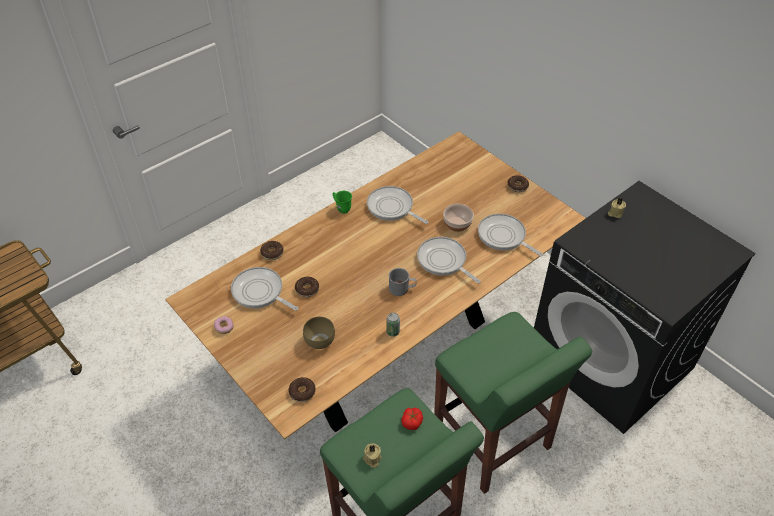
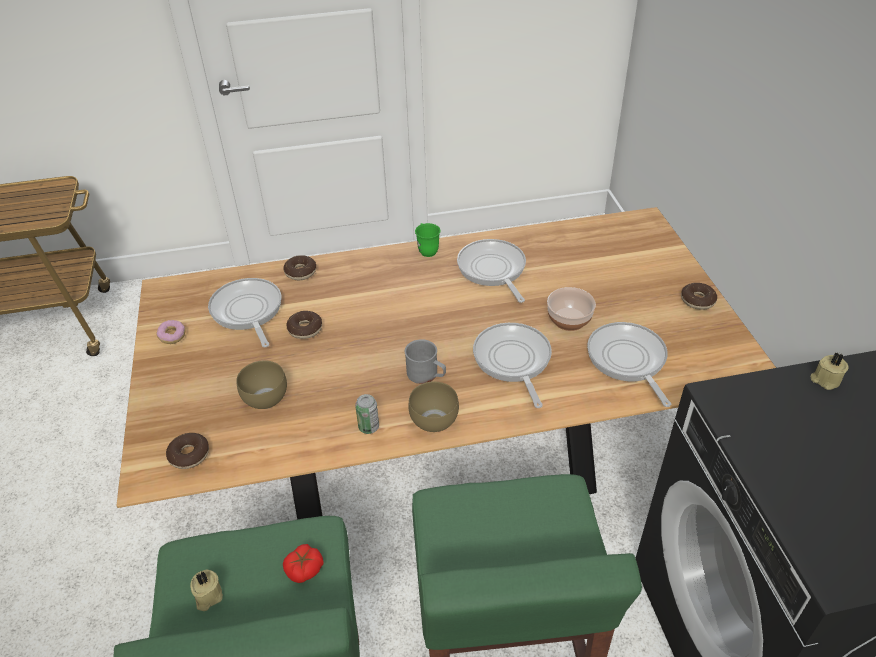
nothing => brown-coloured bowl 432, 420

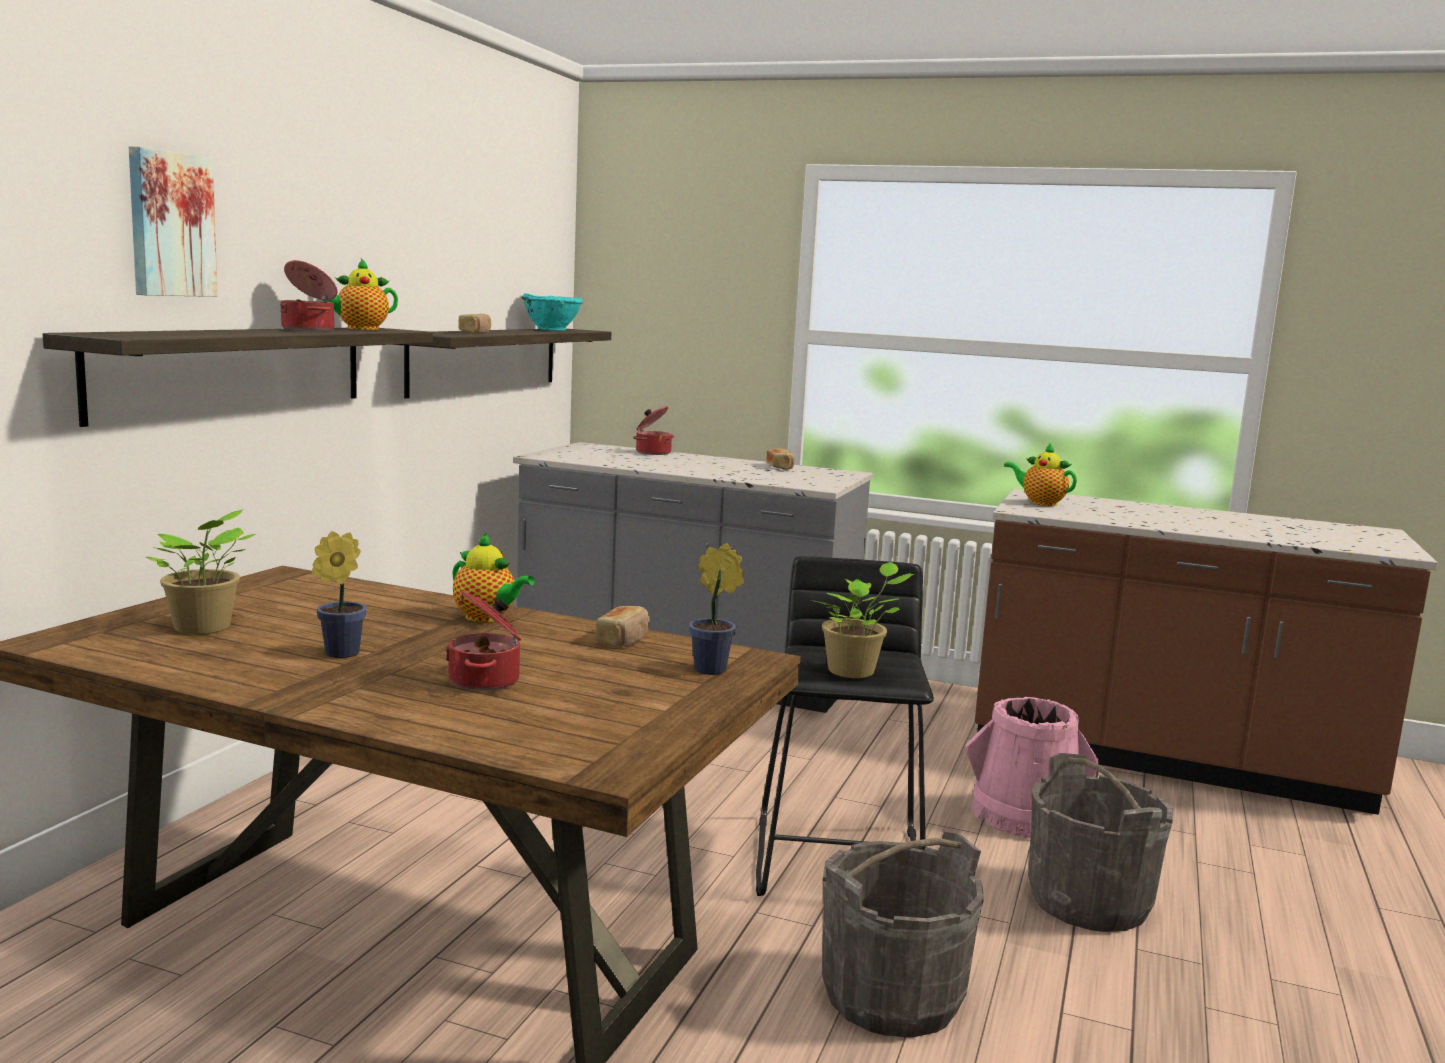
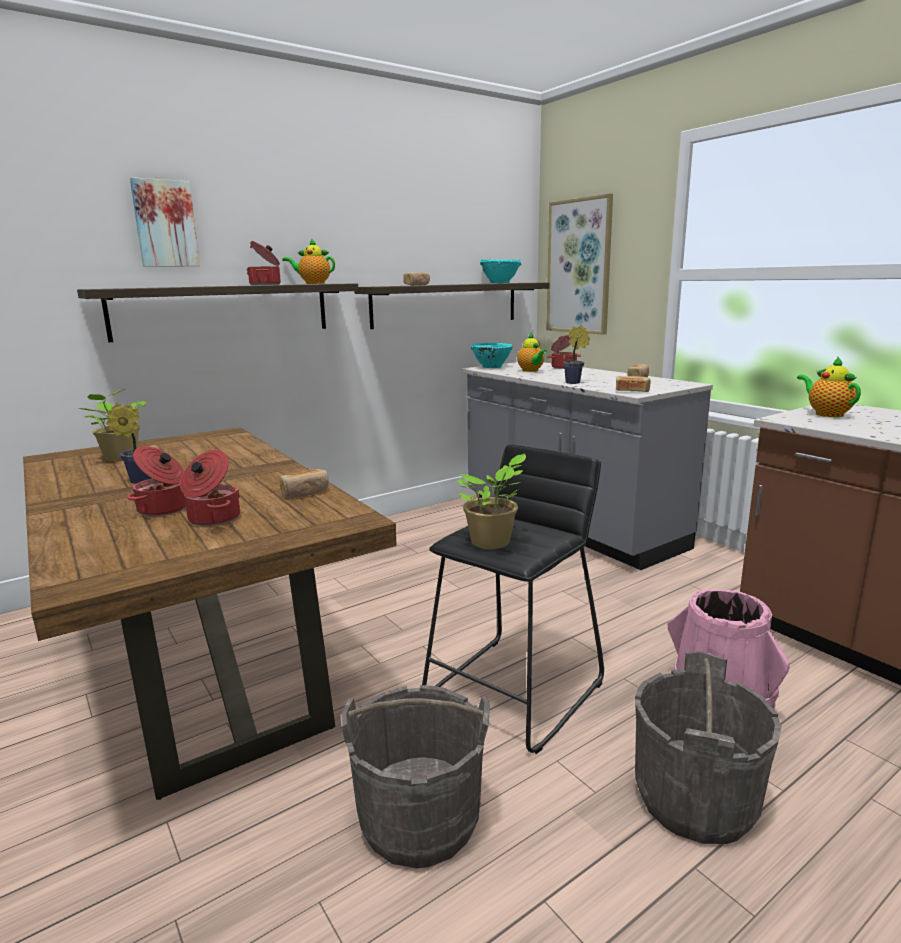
nothing => stockpot 212, 518
nothing => blue-green bowl 491, 367
nothing => wall art 579, 267
nothing => bakery bread 632, 391
tea pot 487, 618 => tea pot 531, 371, shifted
potted plant 714, 670 => potted plant 574, 383, shifted

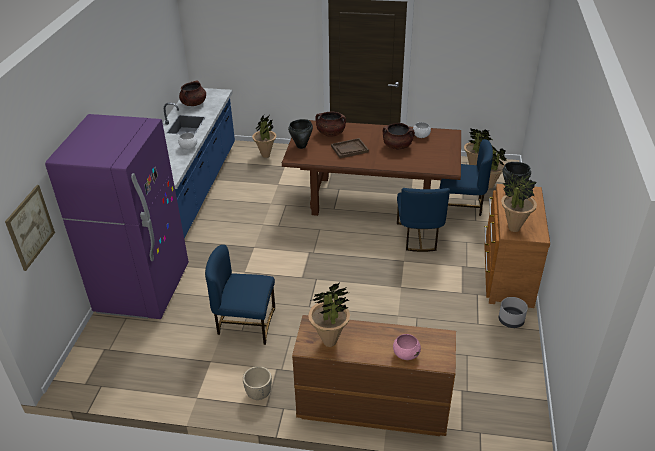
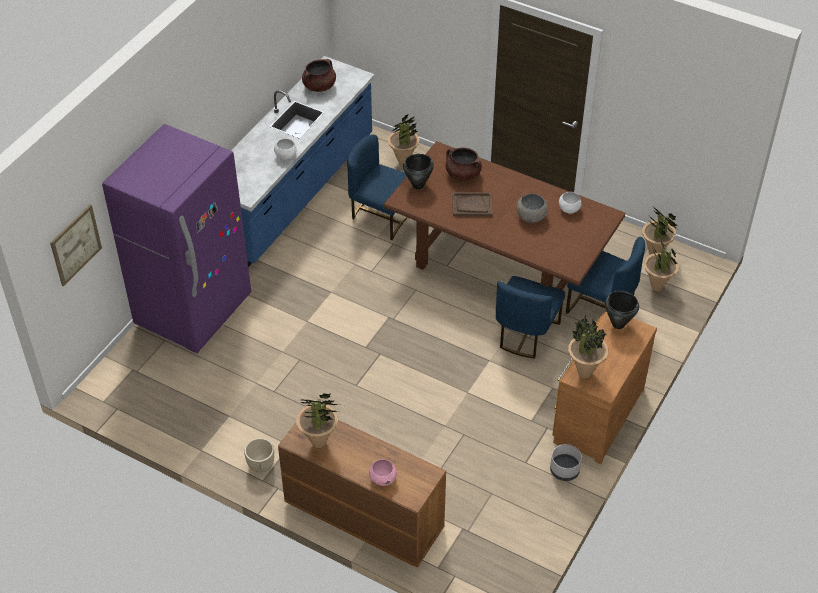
blue-coloured upright chair 245, 323 => blue-coloured upright chair 381, 216, shifted
brown-coloured stockpot 397, 146 => greyish bowl 531, 217

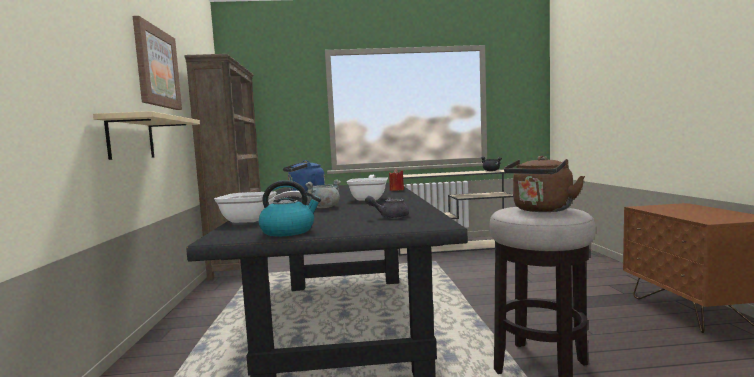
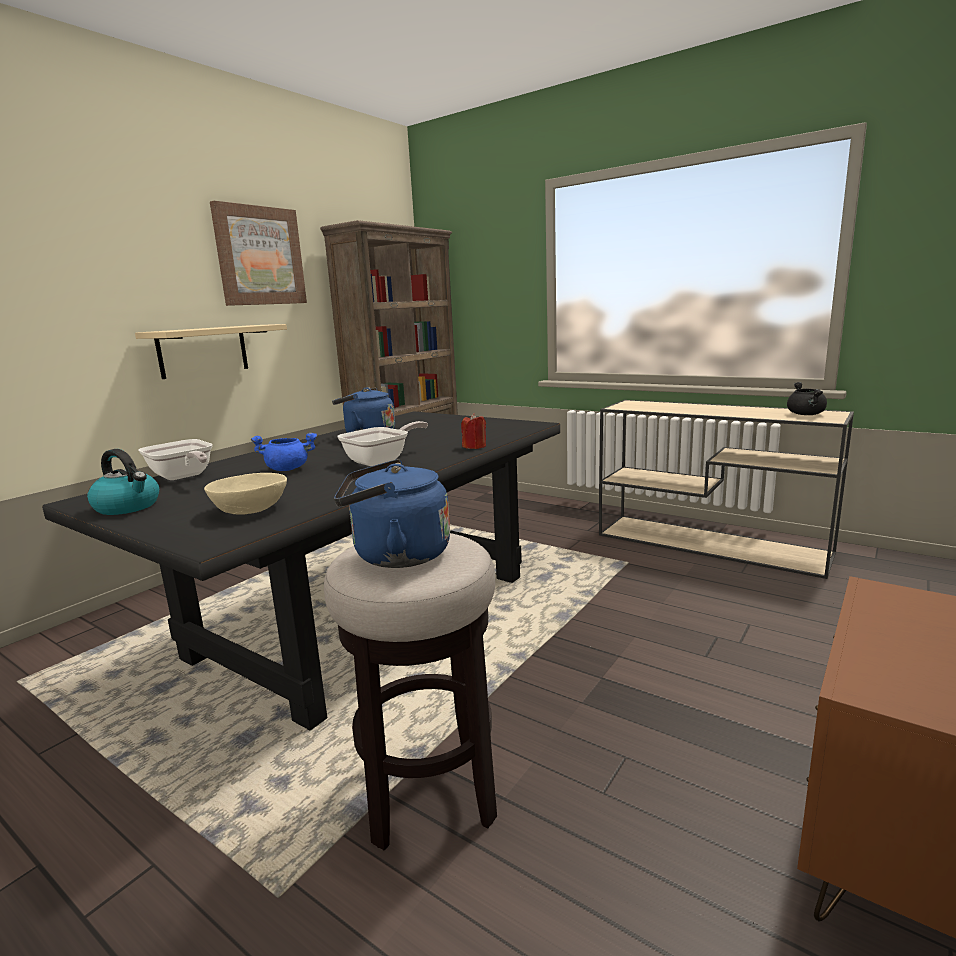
greyish tea pot 390, 217 => beige bowl 250, 509
greyish stockpot 323, 207 => blue-coloured stockpot 288, 469
brown-coloured tea kettle 541, 210 => blue-coloured tea kettle 395, 556

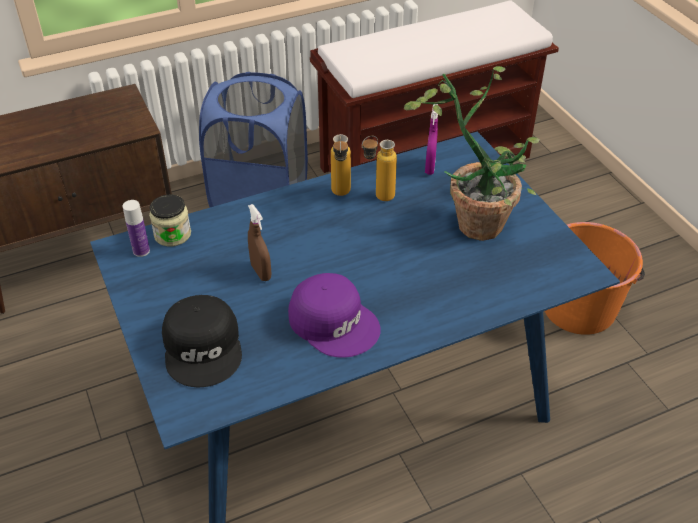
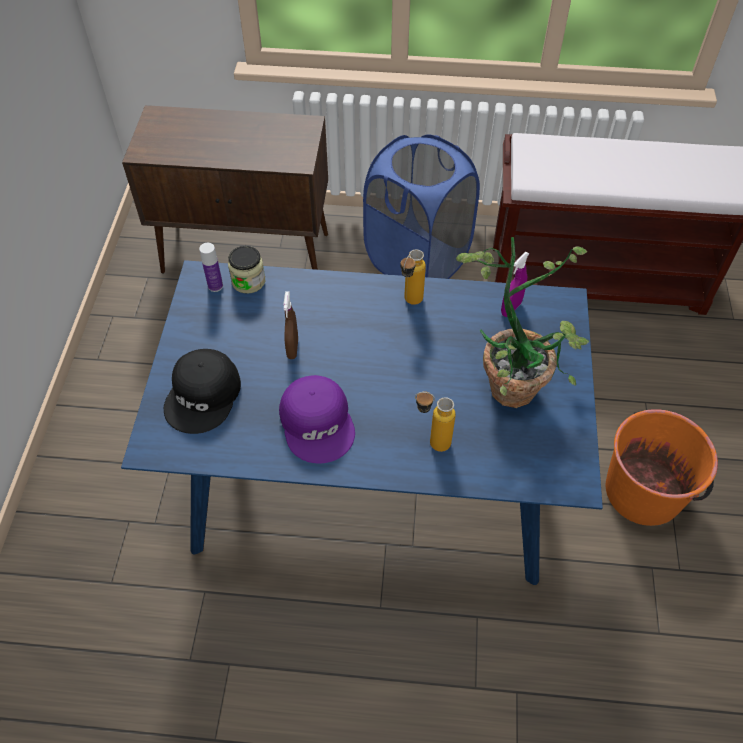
bottle 377, 198 => bottle 431, 442, shifted

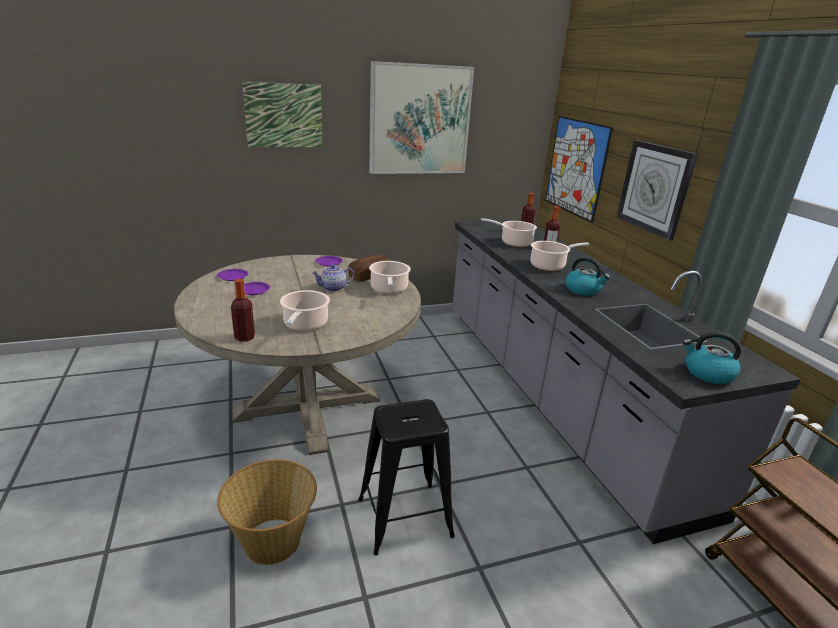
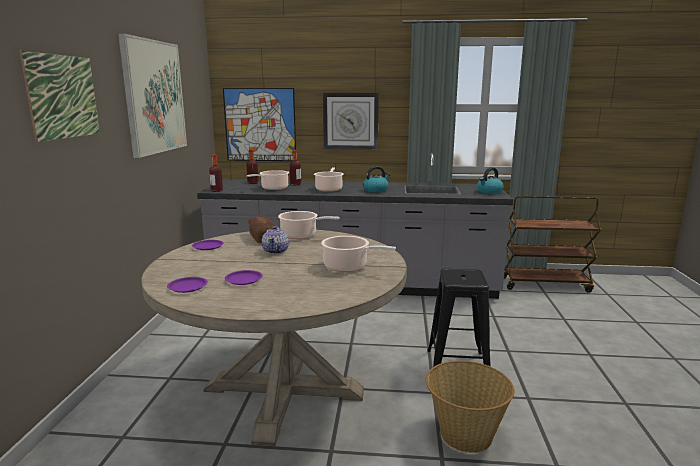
bottle 244, 337 => bottle 216, 191, shifted

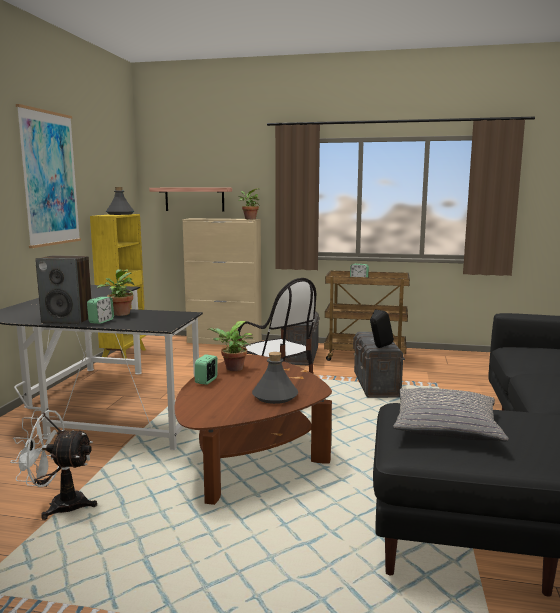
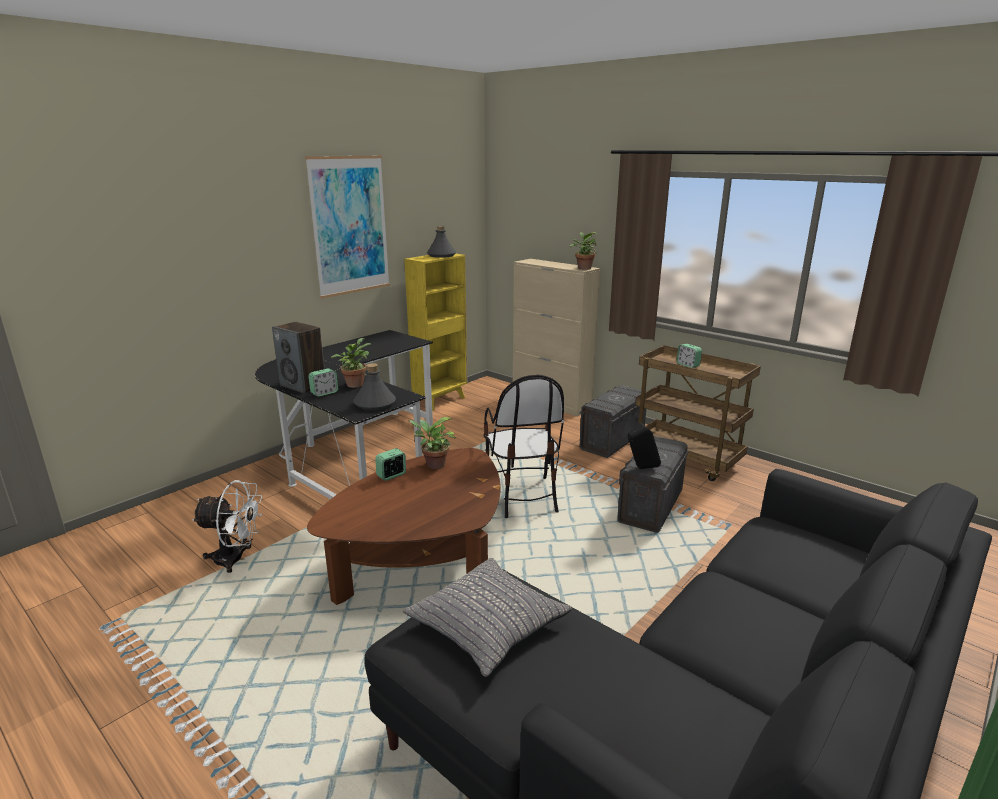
shelf 194, 199 => nothing
greyish bottle 274, 396 => greyish bottle 374, 404, shifted
white-coloured electric fan 59, 505 => white-coloured electric fan 236, 559, 150 degrees clockwise

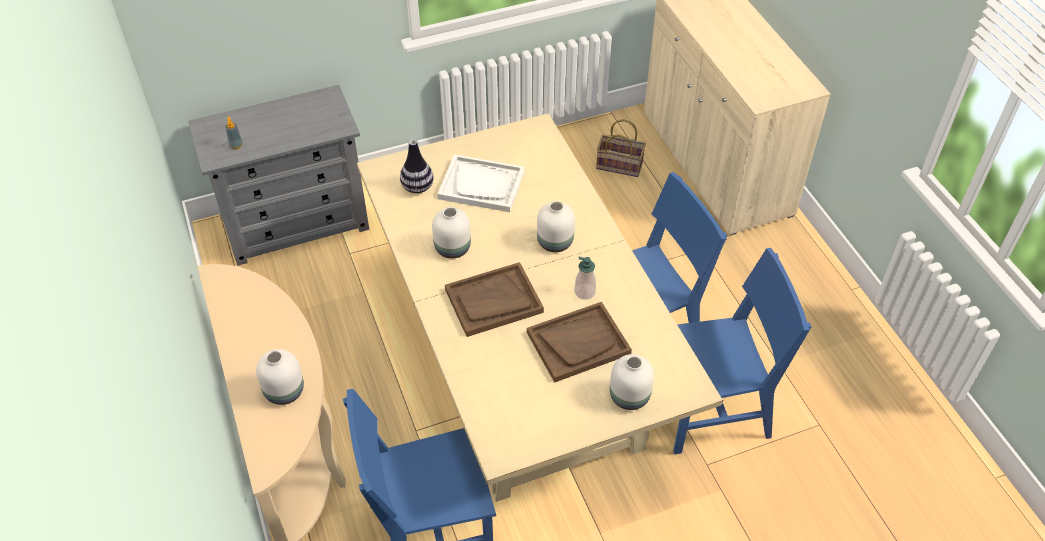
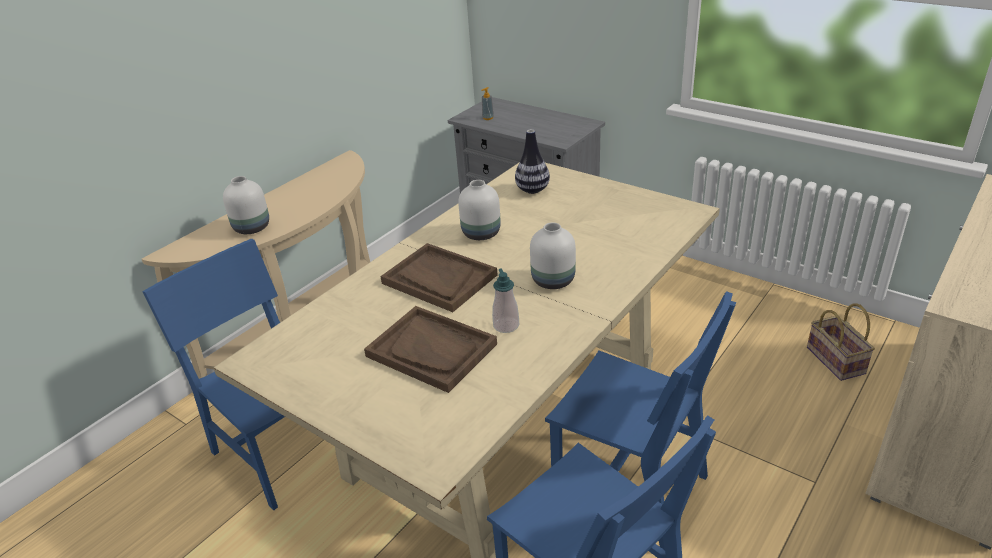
white-coloured serving tray 482, 185 => nothing
white-coloured vase 630, 396 => nothing

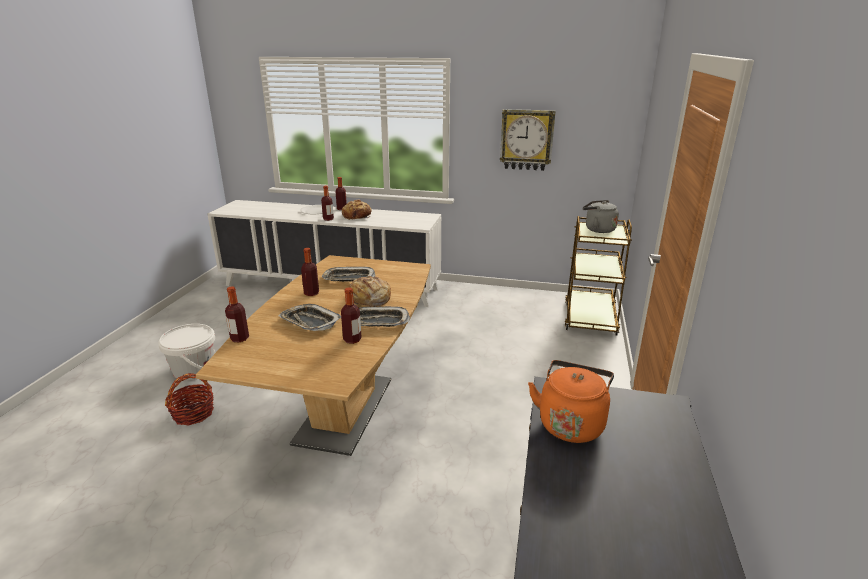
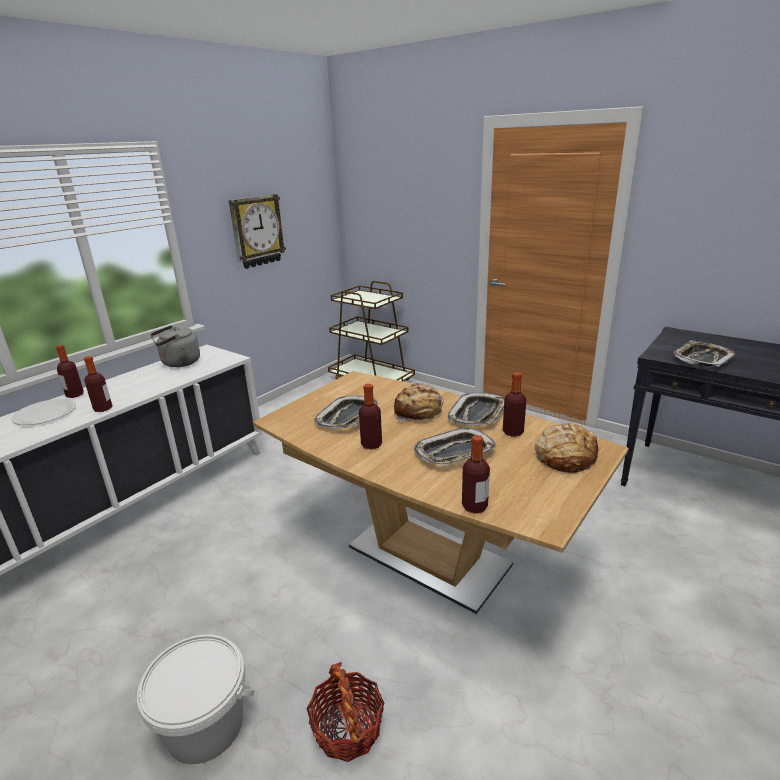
bakery bread 357, 216 => bakery bread 565, 457, shifted
greyish tea kettle 597, 229 => greyish tea kettle 178, 363, shifted
orange tea kettle 571, 423 => serving tray 702, 358

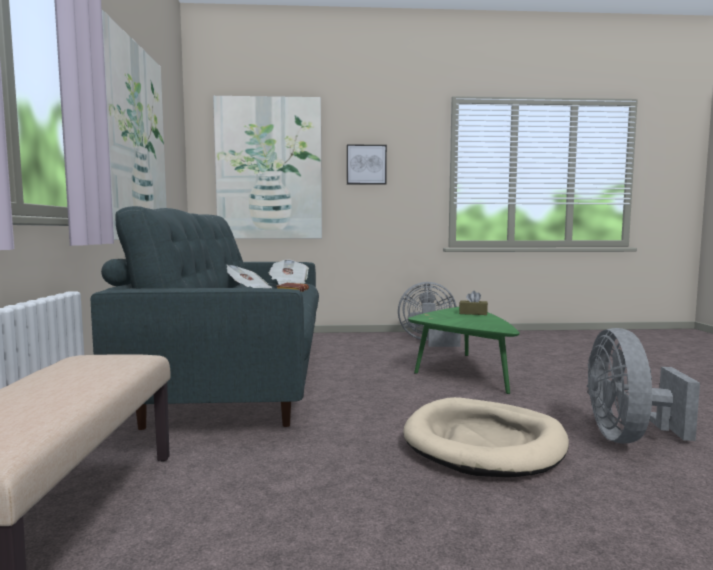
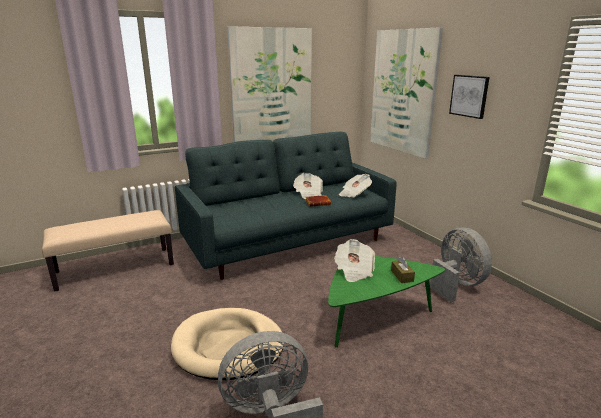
nothing => printed paper 354, 271

